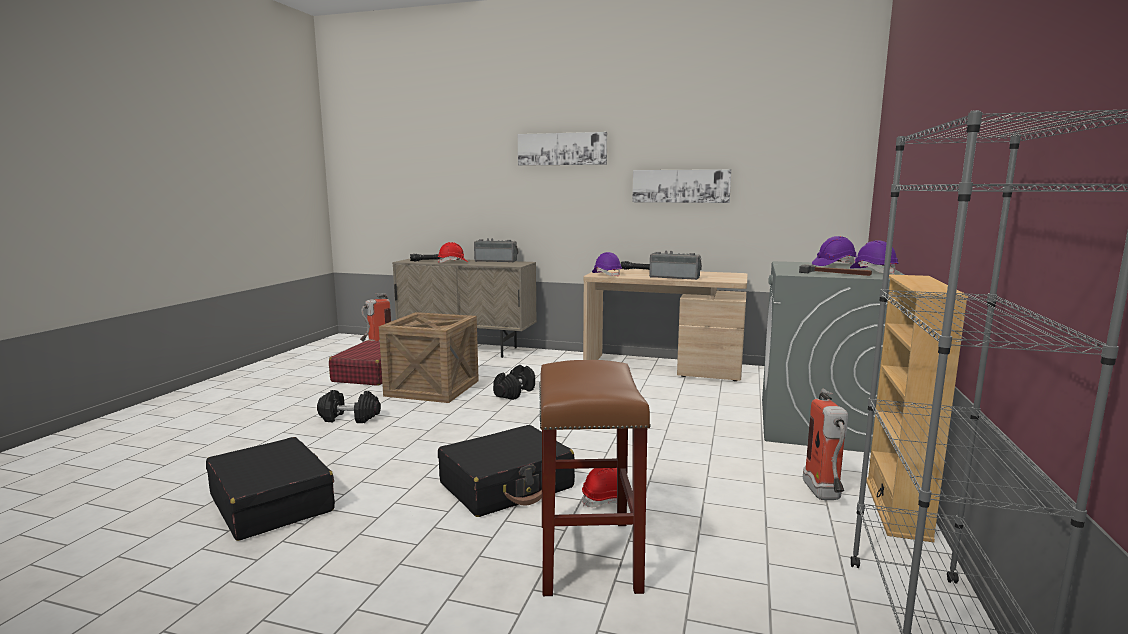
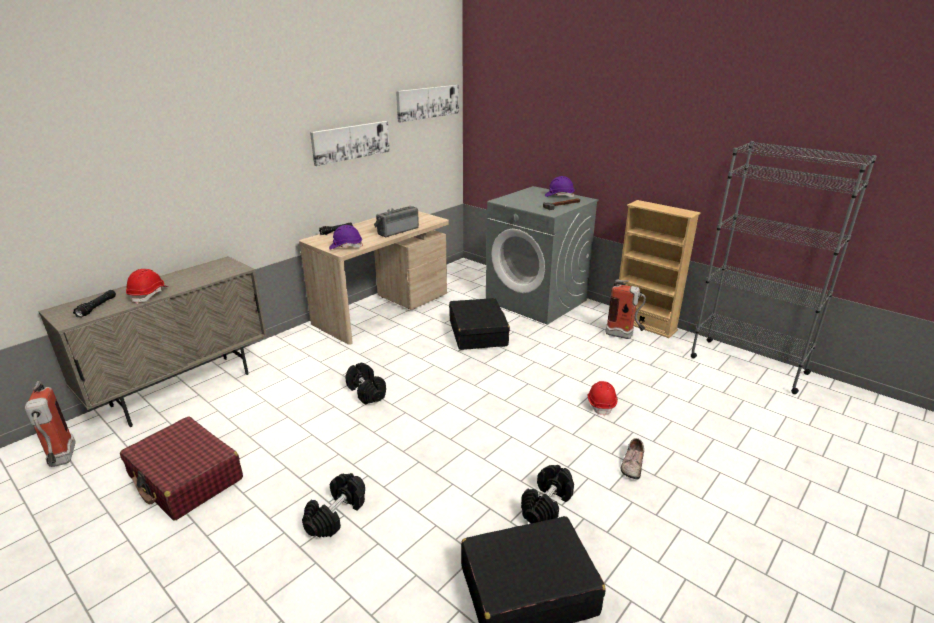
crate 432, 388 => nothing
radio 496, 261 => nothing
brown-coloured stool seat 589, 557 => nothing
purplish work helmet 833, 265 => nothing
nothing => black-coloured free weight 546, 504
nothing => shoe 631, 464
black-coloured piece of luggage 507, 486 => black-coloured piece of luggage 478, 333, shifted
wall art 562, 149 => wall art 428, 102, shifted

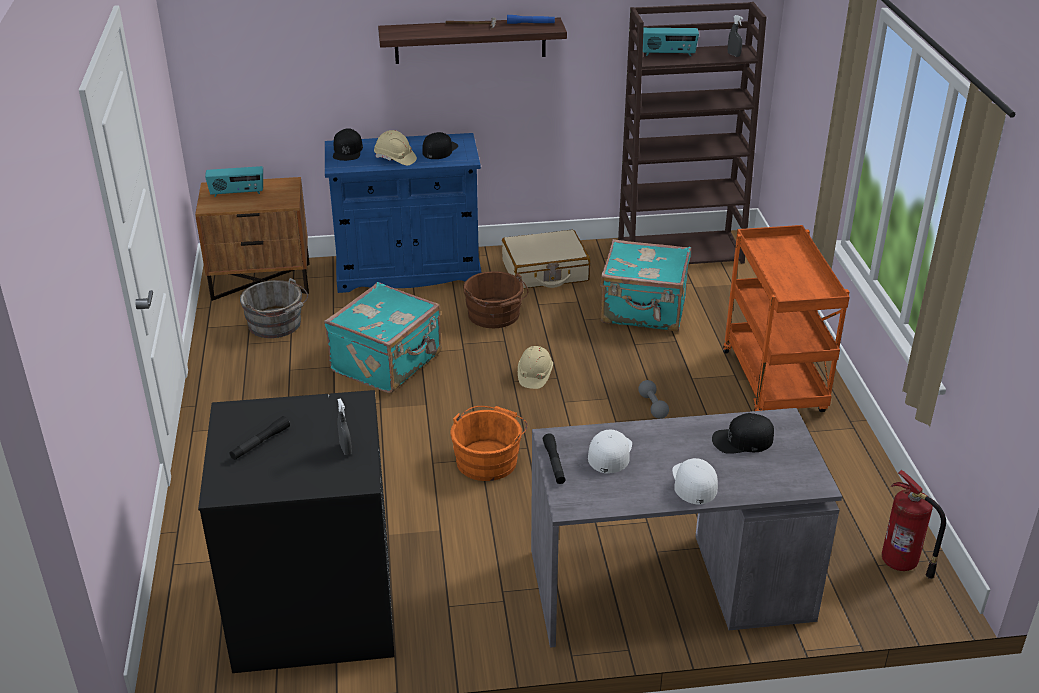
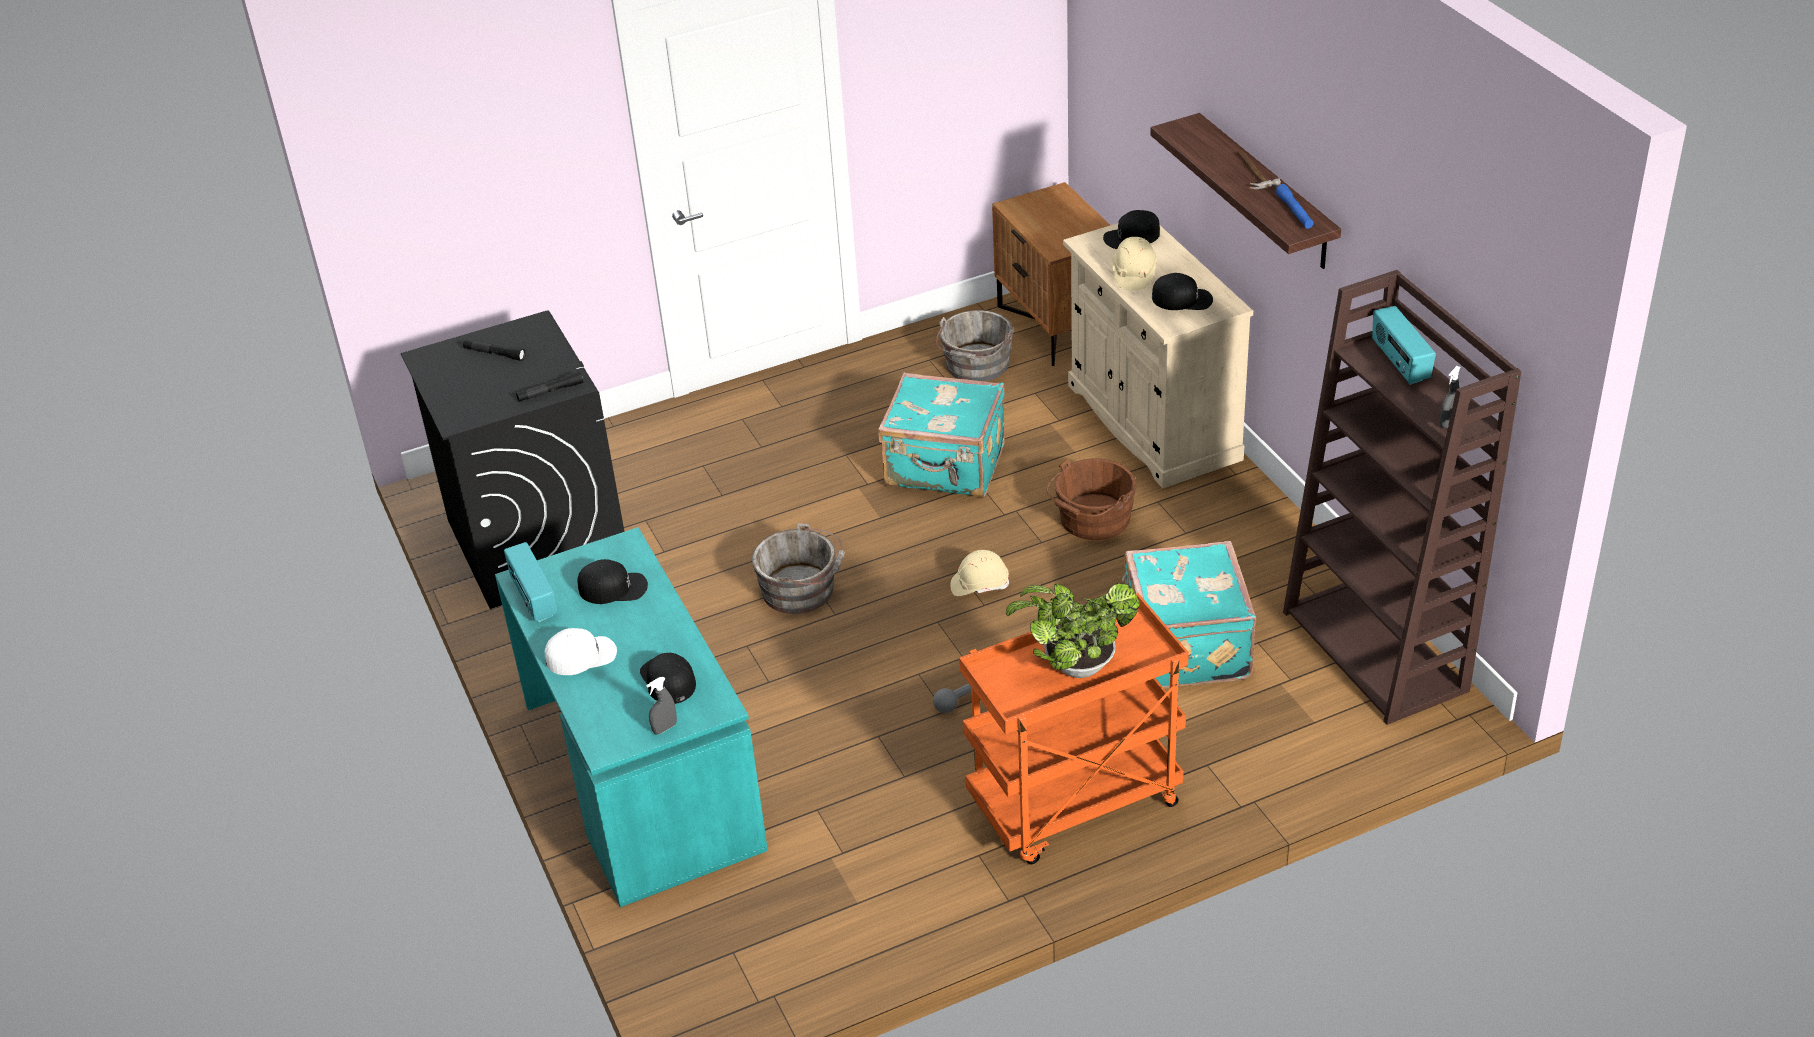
beige piece of luggage 545, 271 => nothing
fire extinguisher 901, 563 => nothing
nothing => potted plant 1074, 666
radio 237, 193 => radio 533, 599, shifted
greyish sprayer 345, 449 => greyish sprayer 665, 728, shifted
black-coloured hand torch 554, 463 => black-coloured hand torch 550, 392, shifted
blue-coloured storage cabinet 408, 270 => beige storage cabinet 1152, 422
orange pail 488, 459 => greyish pail 802, 590
greyish desk 668, 587 => blue-green desk 639, 775
white-coloured peaked cap 610, 453 => black-coloured peaked cap 613, 588

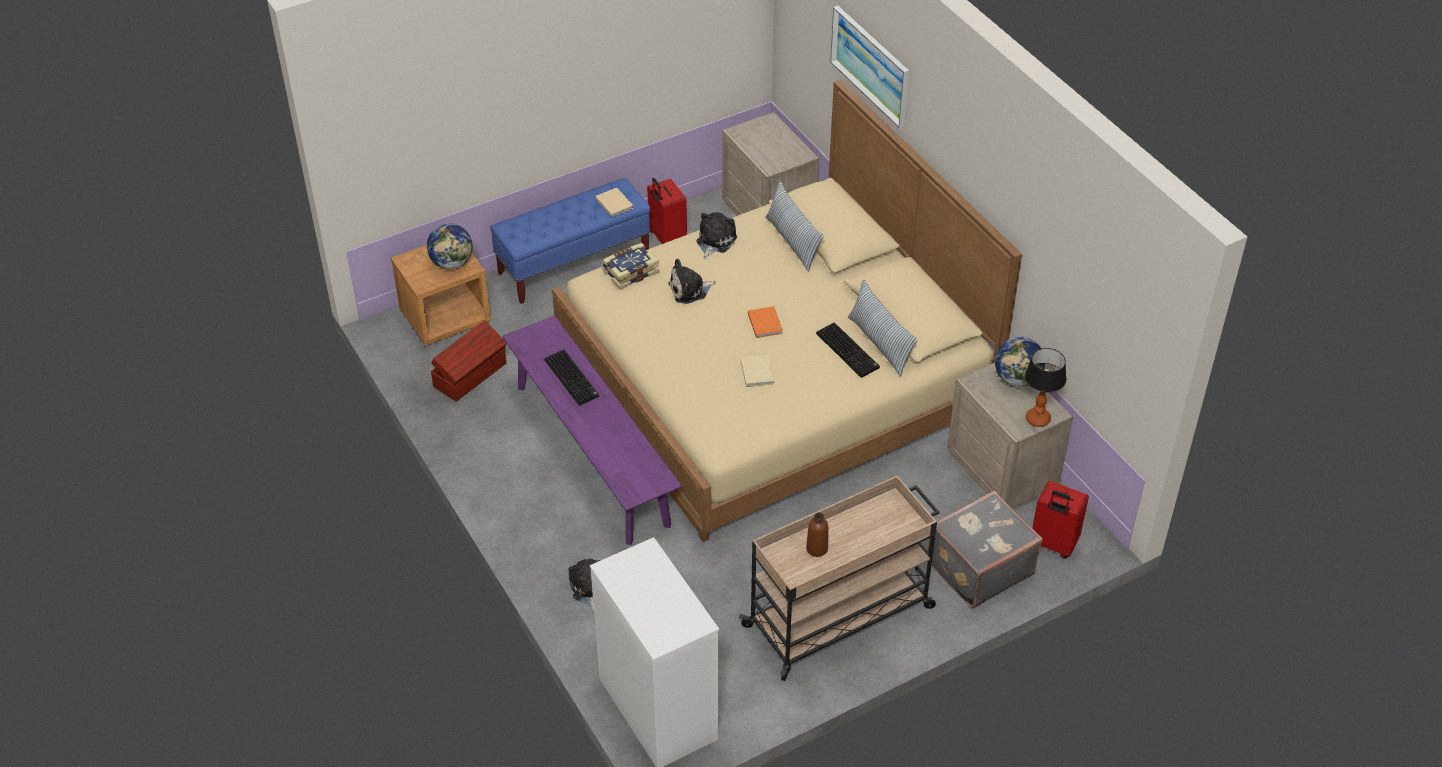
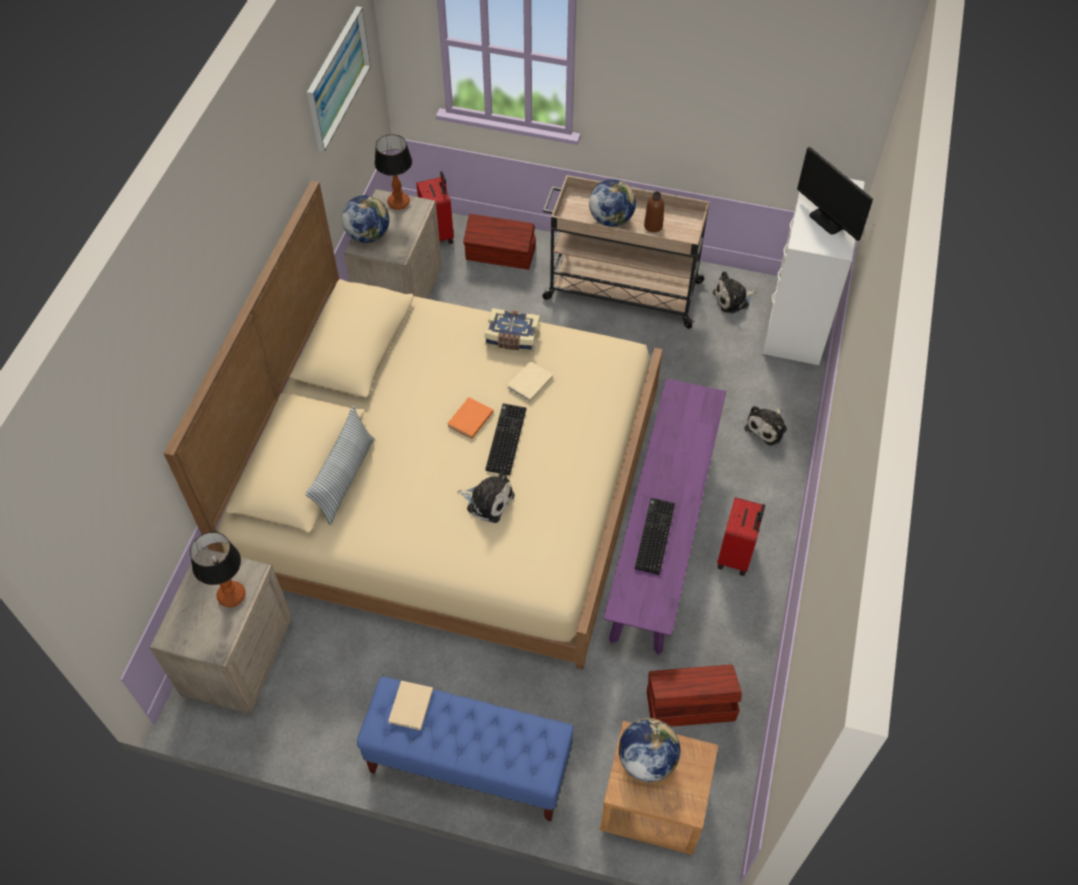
pillow 880, 344 => nothing
nothing => lamp for a table 232, 595
nothing => desk globe 611, 219
nothing => computer screen 828, 220
book 630, 272 => book 512, 338, shifted
red-coloured piece of luggage 666, 238 => red-coloured piece of luggage 736, 555, shifted
soft toy 714, 241 => soft toy 733, 299, shifted
keyboard 849, 351 => keyboard 505, 438, shifted
wall art 870, 65 => wall art 337, 78, shifted
greyish piece of luggage 978, 567 => brown-coloured storage box 501, 255

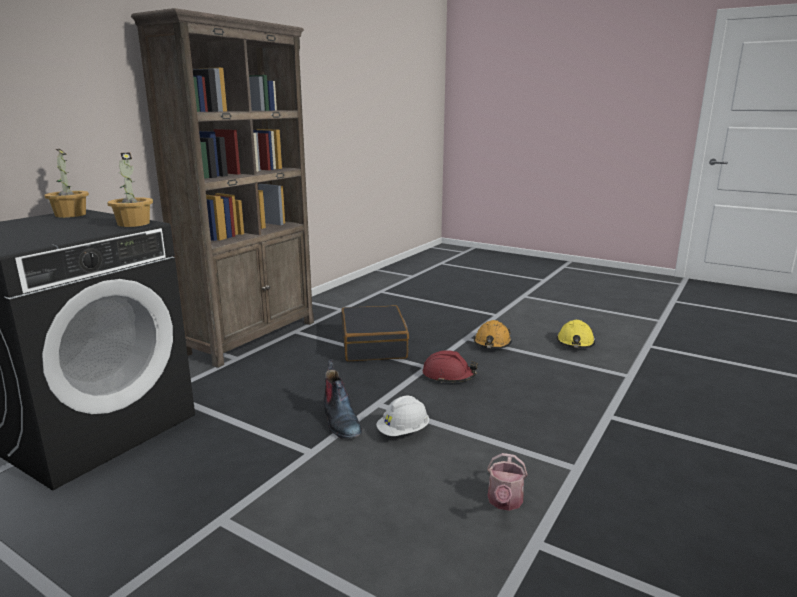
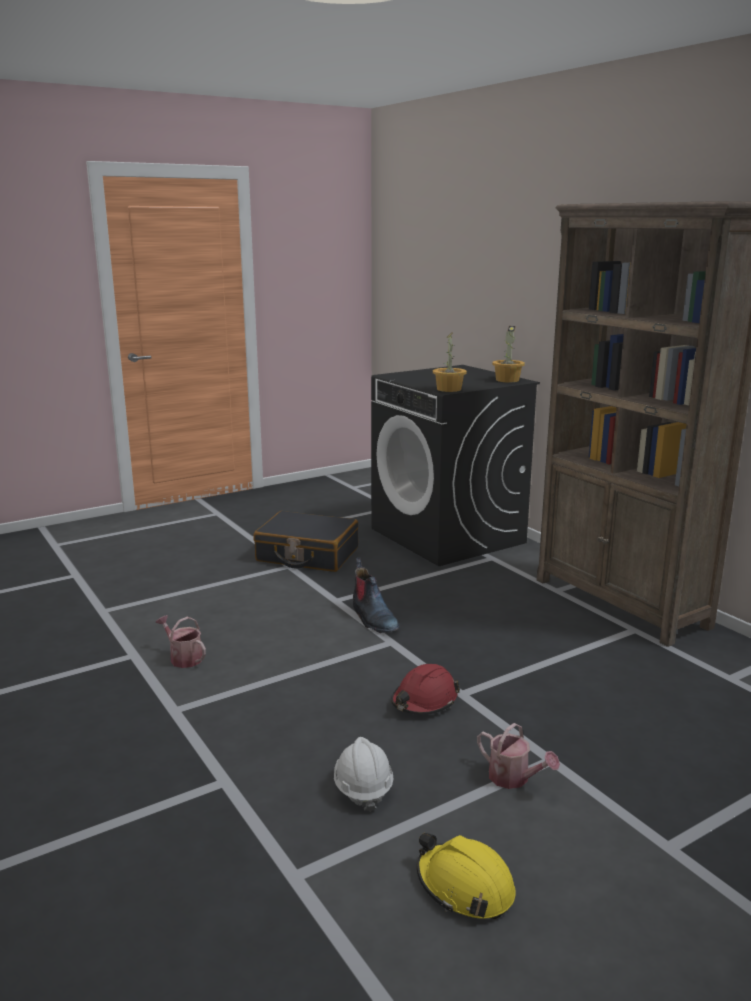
black-coloured piece of luggage 374, 345 => black-coloured piece of luggage 307, 555, shifted
white-coloured work helmet 403, 432 => white-coloured work helmet 362, 788, shifted
orange work helmet 492, 343 => watering pot 513, 779
tall boot 340, 421 => tall boot 373, 619, 120 degrees counterclockwise

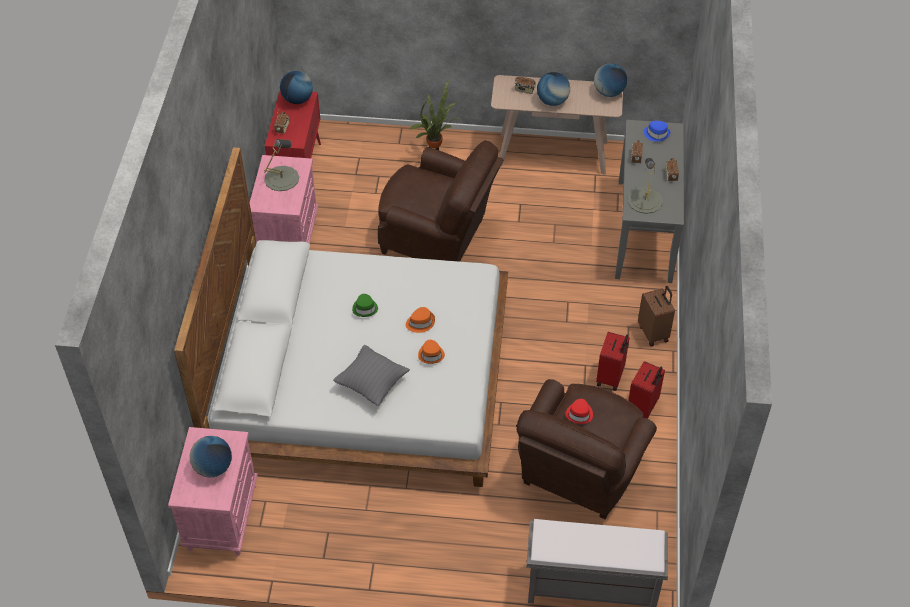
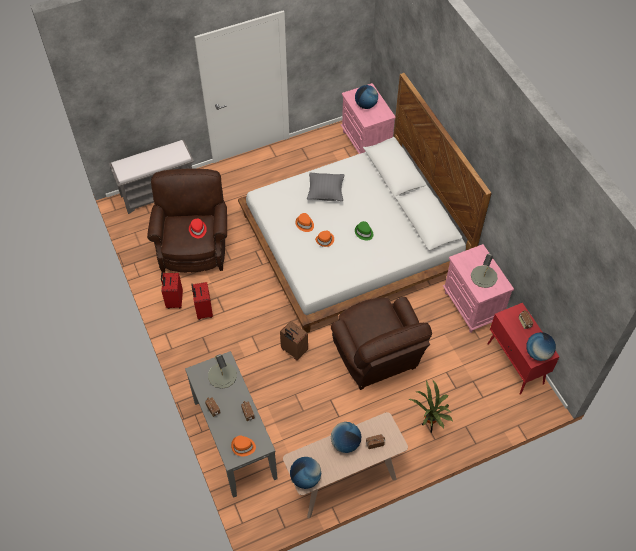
brown-coloured piece of luggage 654, 333 => brown-coloured piece of luggage 293, 351, shifted
blue-coloured wearable hat 656, 134 => orange wearable hat 243, 446
brown-coloured lounge chair 438, 237 => brown-coloured lounge chair 377, 358, 105 degrees counterclockwise

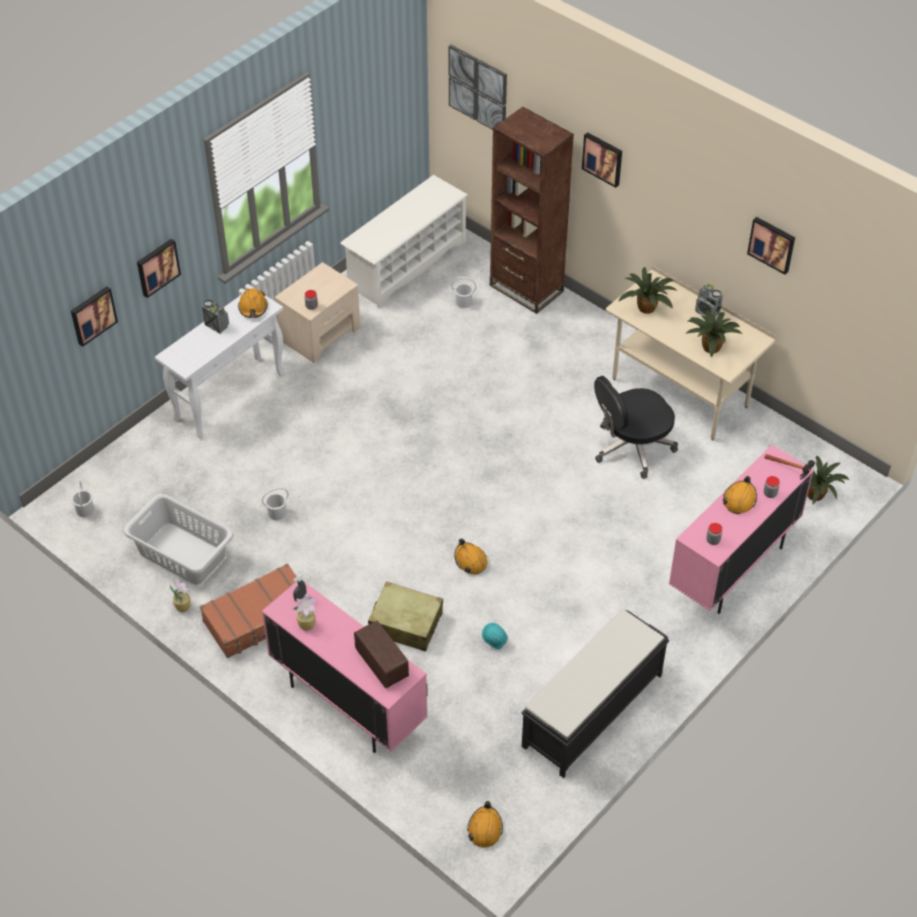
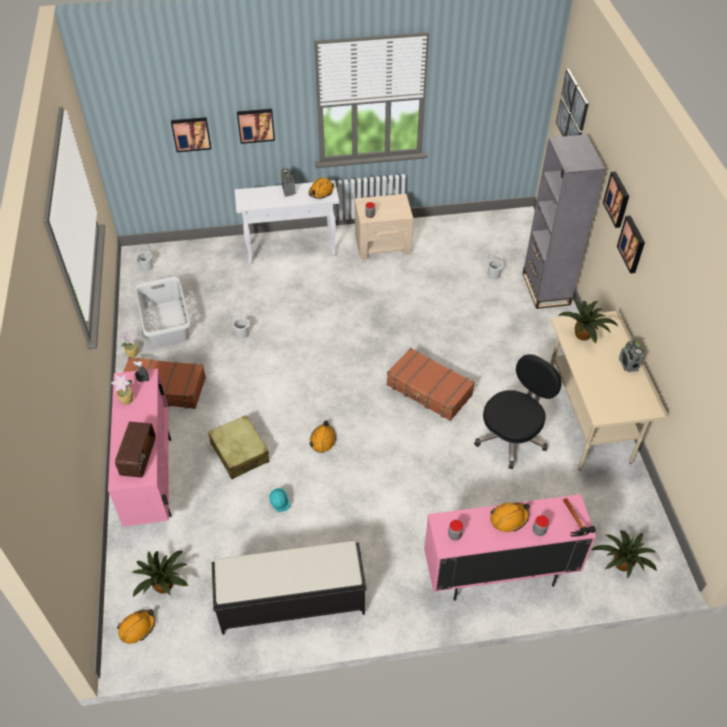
white-coloured shoe shelf 406, 264 => nothing
nothing => brown-coloured piece of luggage 429, 390
potted plant 710, 346 => potted plant 164, 584, shifted
wall art 772, 244 => wall art 632, 244, shifted
brown-coloured bookshelf 526, 288 => greyish bookshelf 546, 289
black-coloured computer chair 631, 448 => black-coloured computer chair 511, 437, 120 degrees clockwise

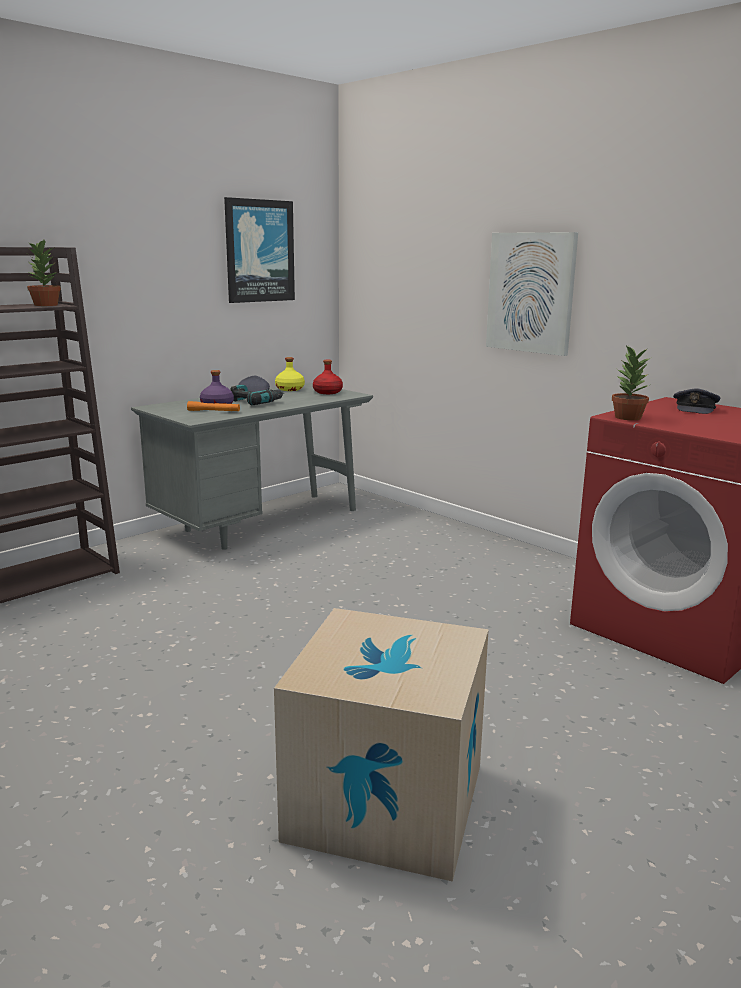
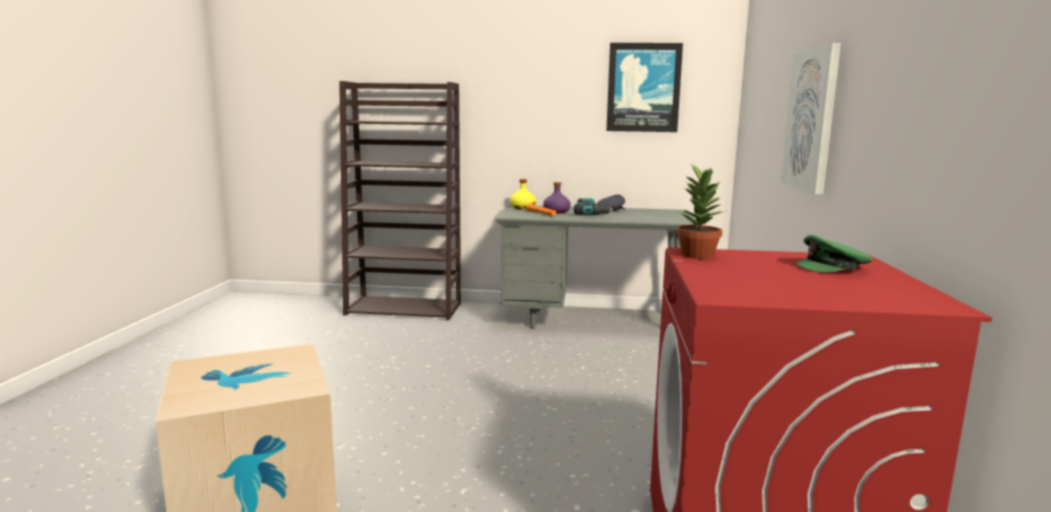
potted plant 45, 305 => nothing
red-coloured bottle 328, 392 => nothing
yellow-coloured bottle 289, 389 => yellow-coloured bottle 522, 207, shifted
greyish peaked cap 695, 409 => green peaked cap 833, 267

